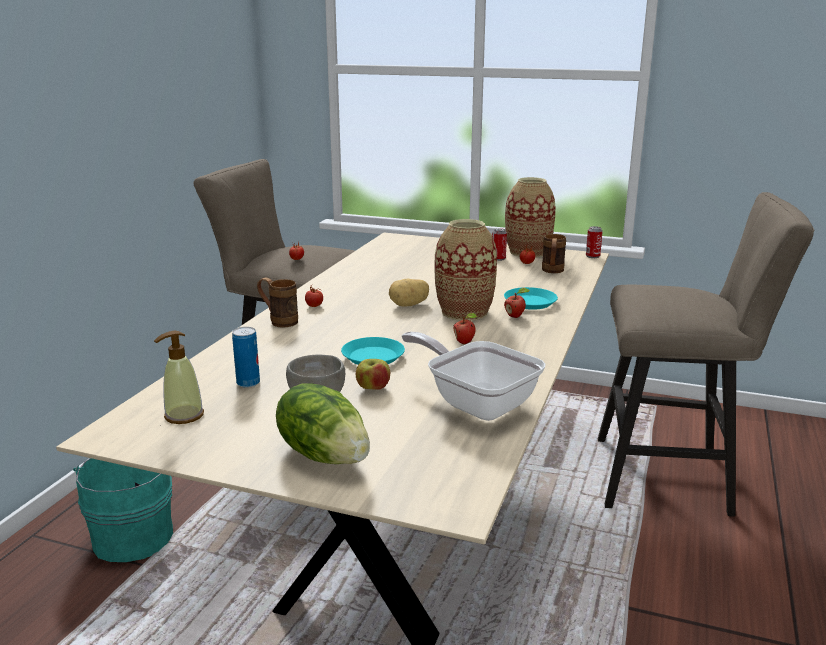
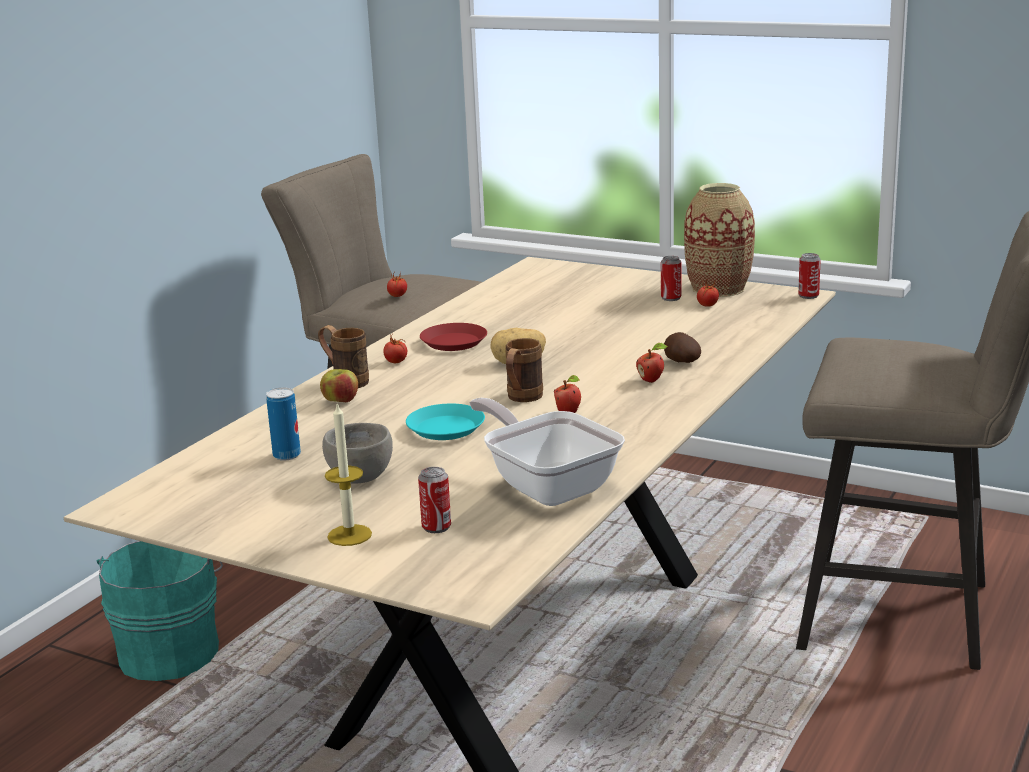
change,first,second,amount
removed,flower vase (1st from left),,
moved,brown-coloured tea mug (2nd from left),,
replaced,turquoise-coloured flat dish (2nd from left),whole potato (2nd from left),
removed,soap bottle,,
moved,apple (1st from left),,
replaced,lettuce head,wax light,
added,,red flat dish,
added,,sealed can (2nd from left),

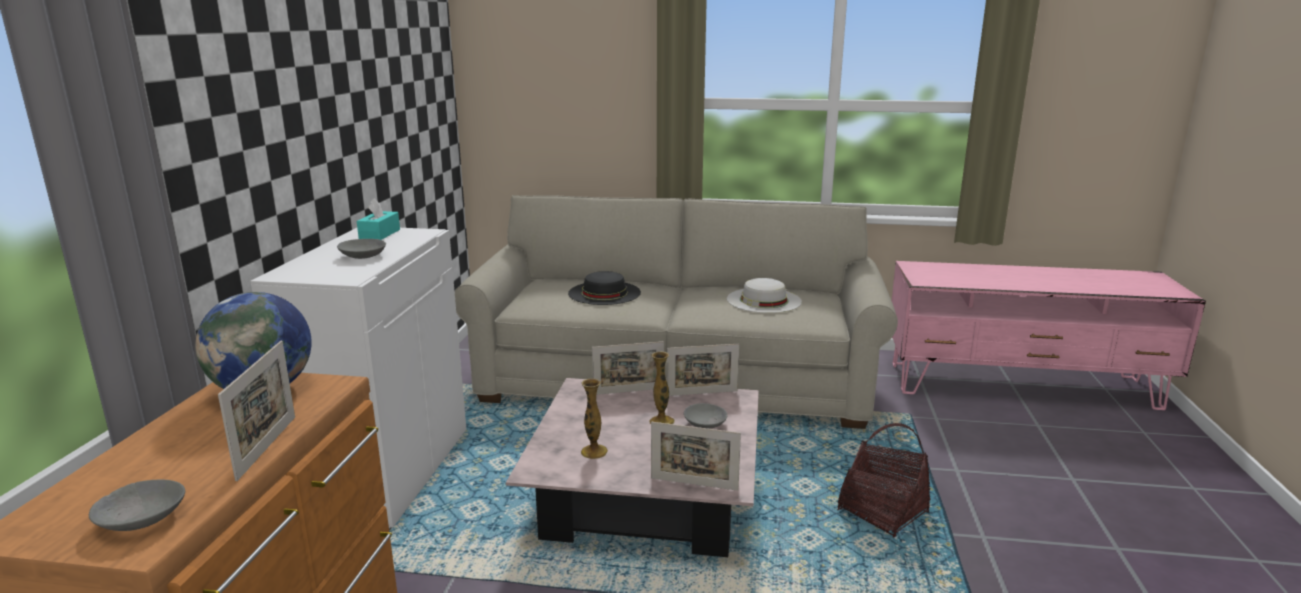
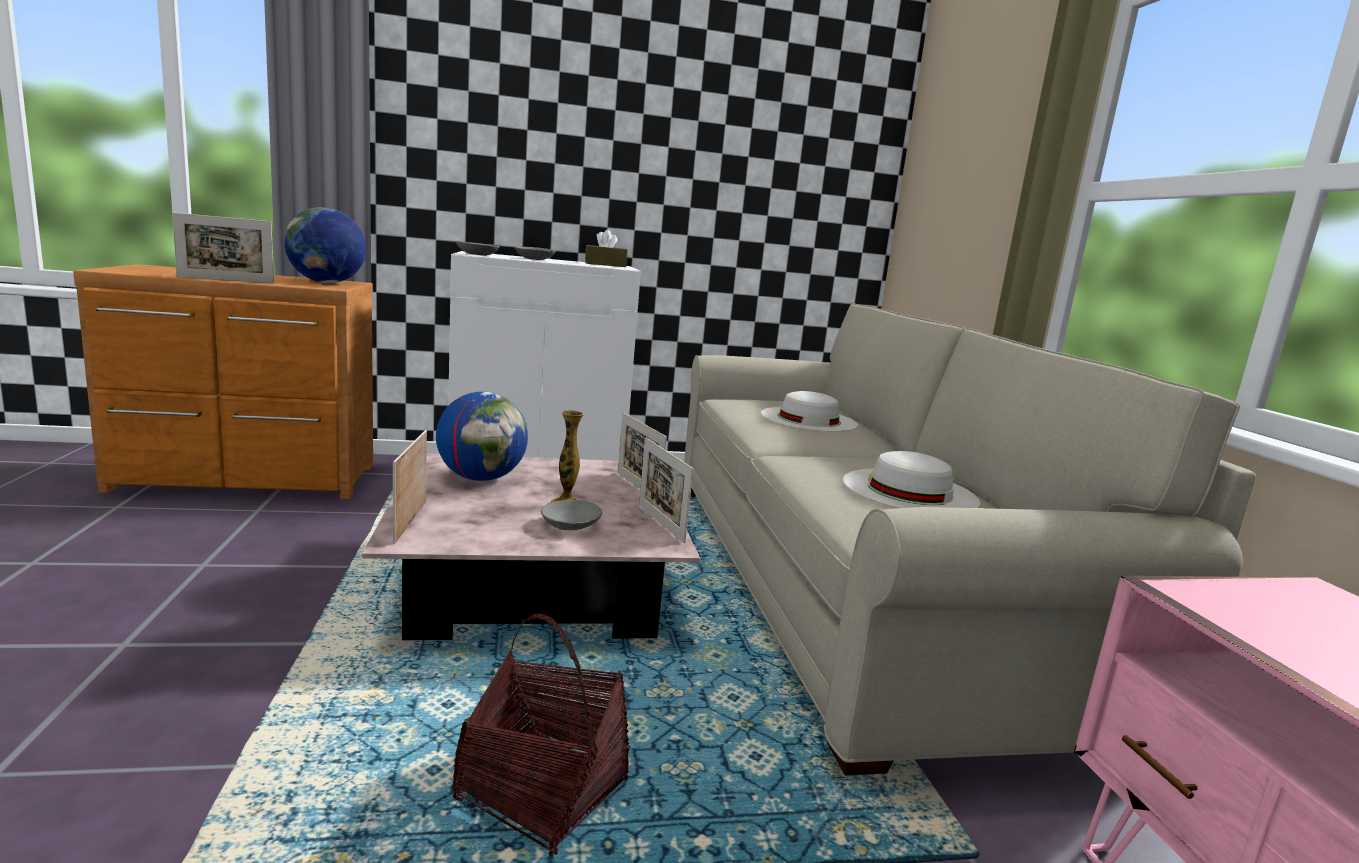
change,first,second,amount
recoloured,turquoise-coloured tissue box,brown-coloured tissue box,
recoloured,black-coloured hat,white-coloured hat (1st from left),
replaced,flower vase (1st from left),desk globe (2nd from left),
moved,greyish bowl (1st from left),,

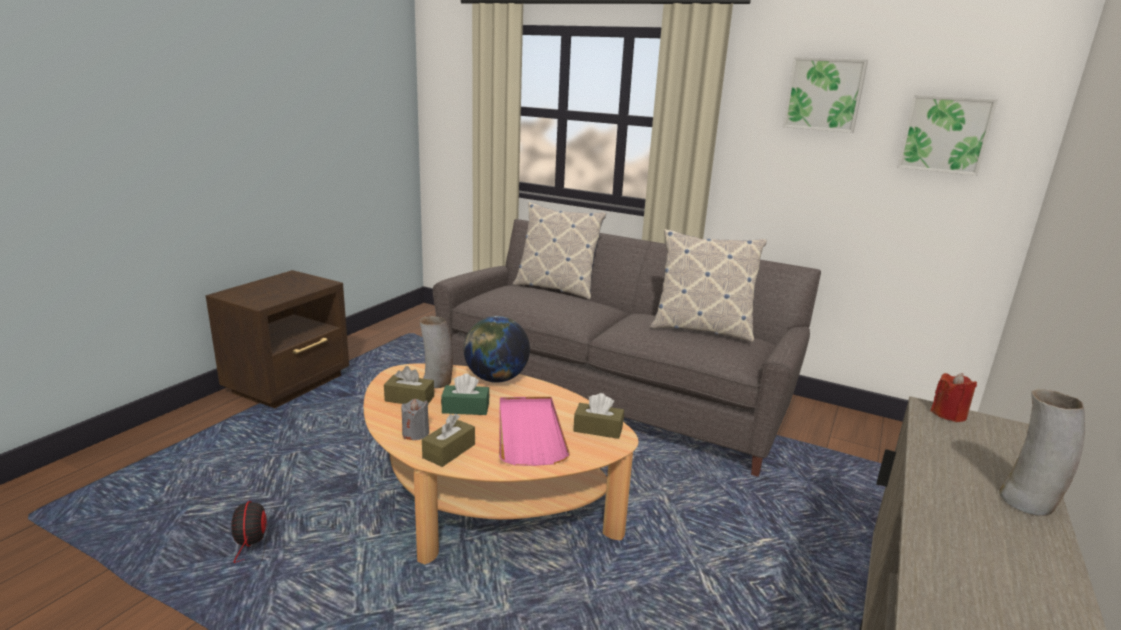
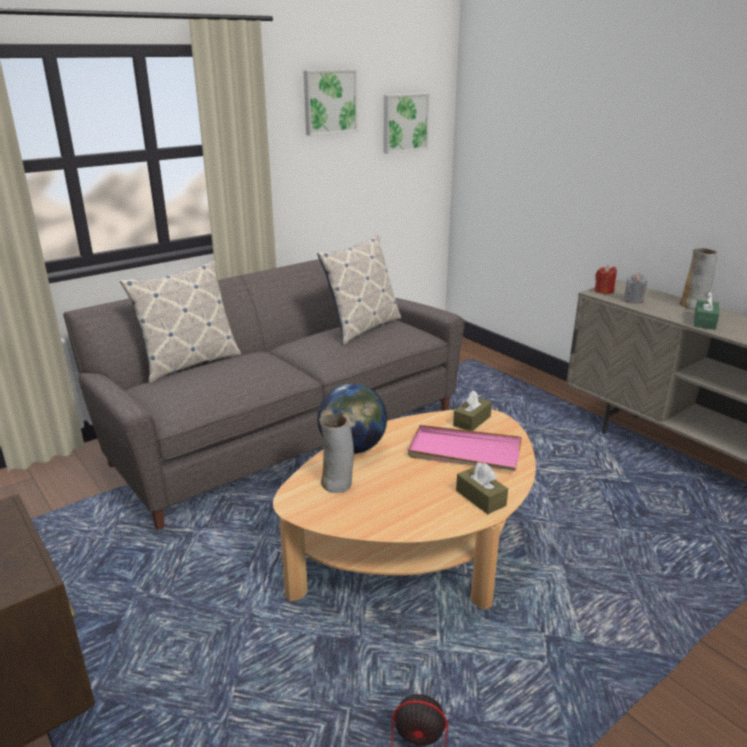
change,first,second,amount
removed,brown-coloured tissue box (1st from left),,
moved,greenish tissue box,,
moved,greyish wax light,,

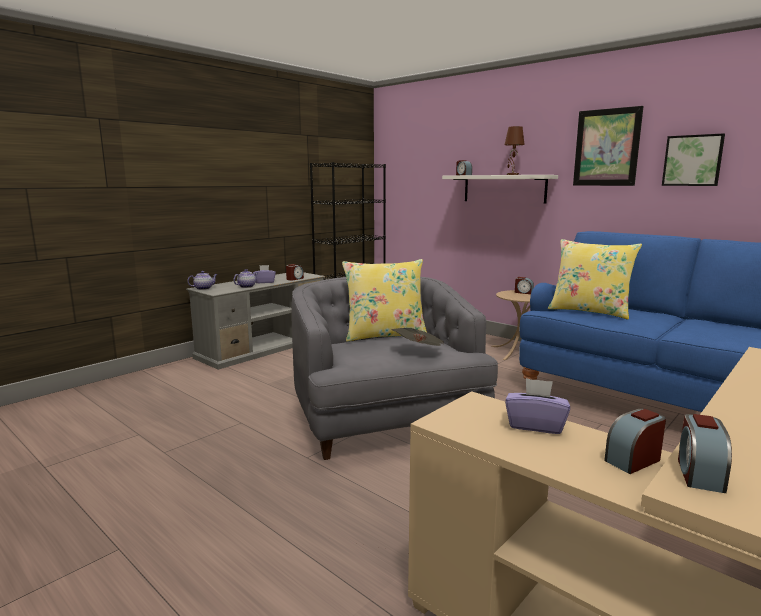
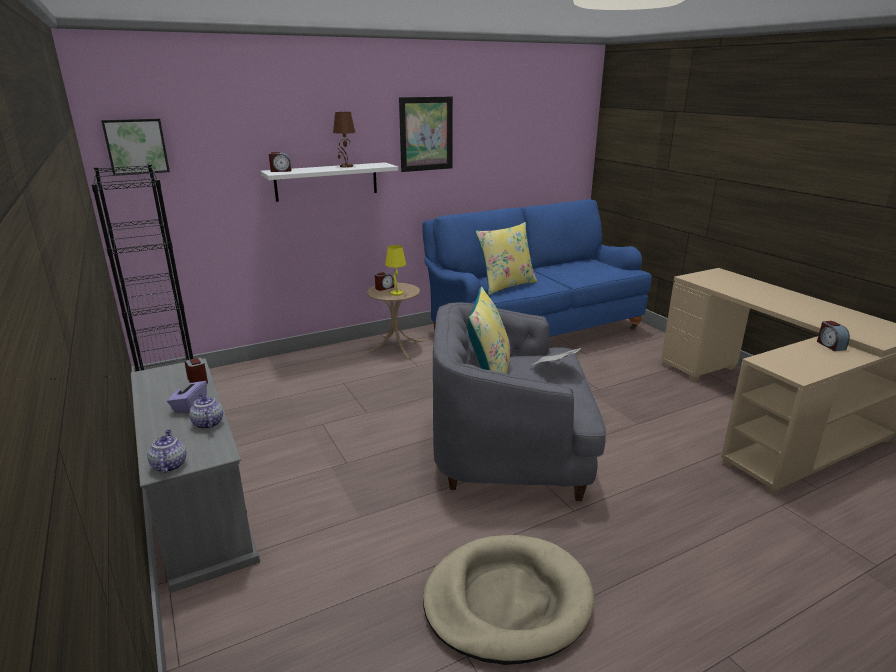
change,first,second,amount
moved,picture (2nd from left in the first image),picture (1st from left),
removed,purple tissue box (2nd from left),,
removed,alarm clock (5th from left),,
added,,yellow lamp for a table,
added,,sand-coloured dog bed,

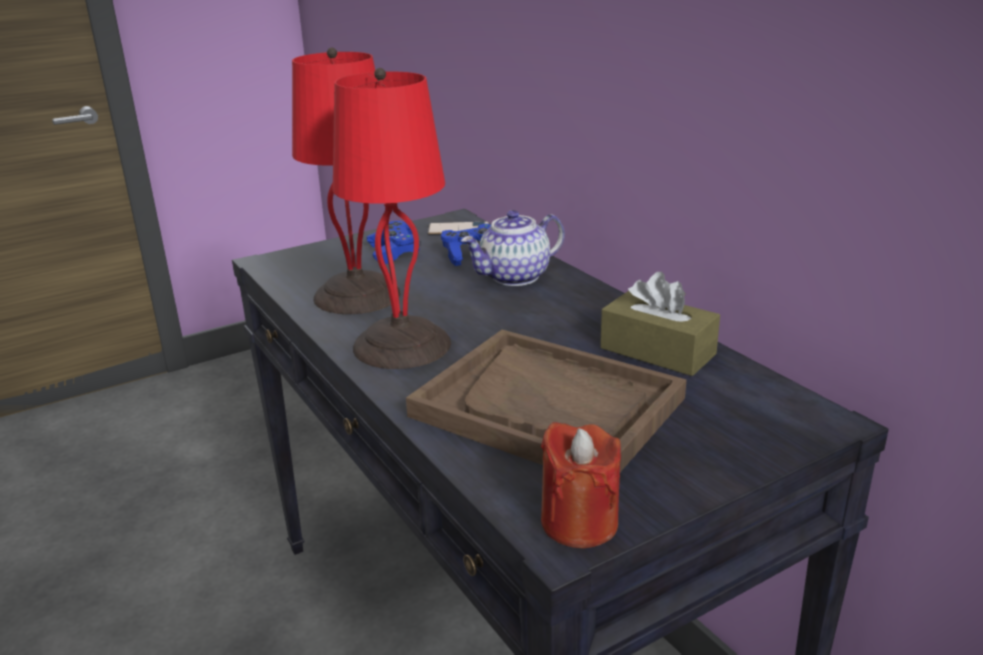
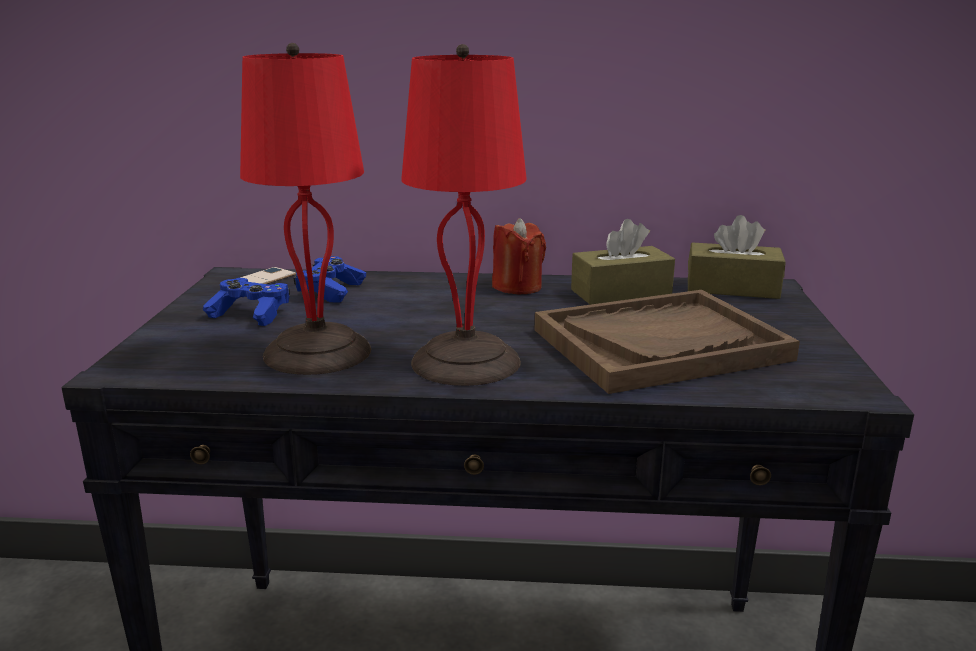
change,first,second,amount
removed,teapot,,
moved,red wax light,,
added,,brown-coloured tissue box (2nd from left),

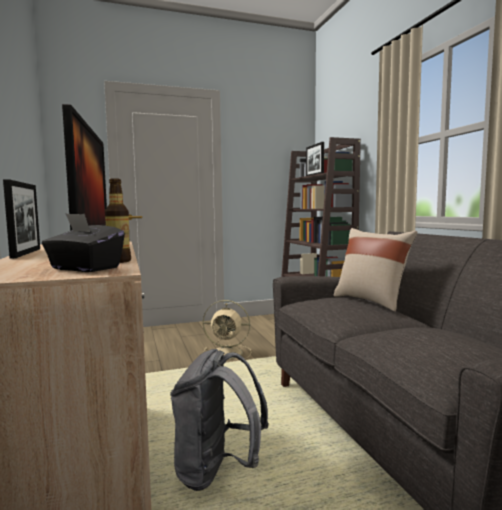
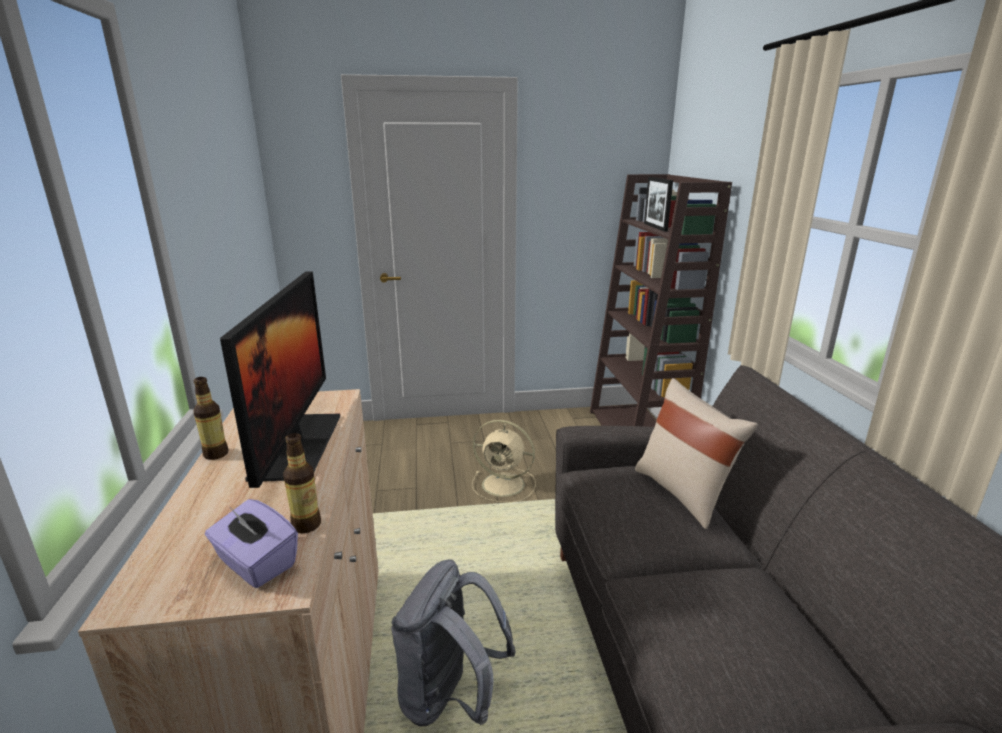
change,first,second,amount
replaced,standing frame (1st from left),bottle (1st from left),
recoloured,black-coloured tissue box,purple tissue box,

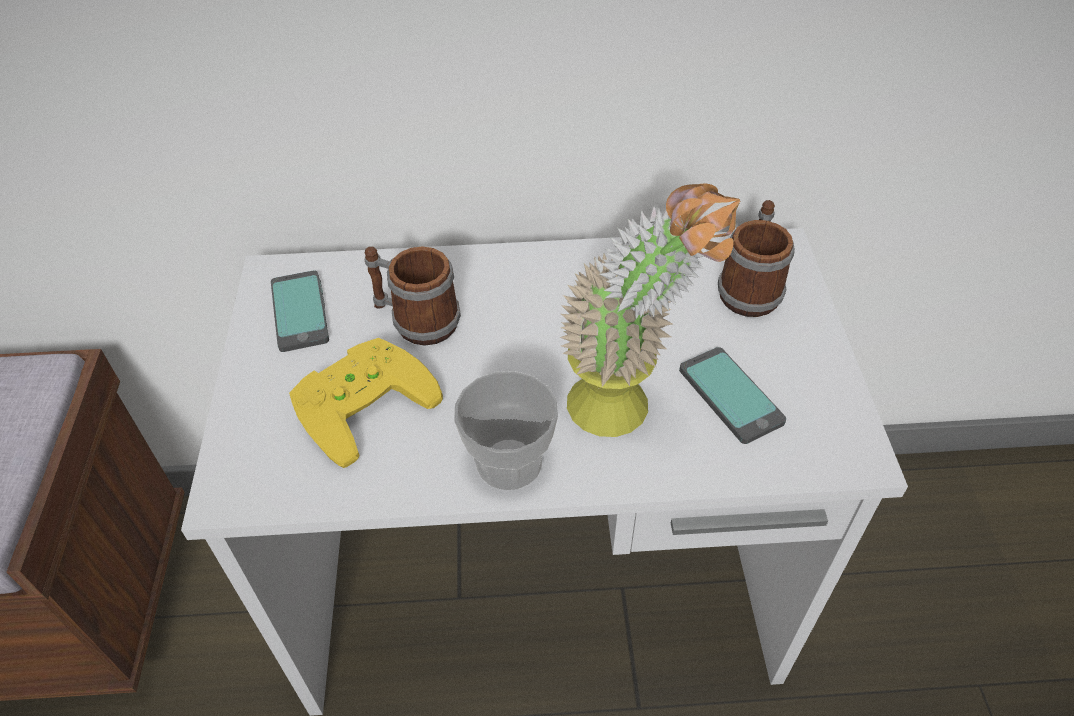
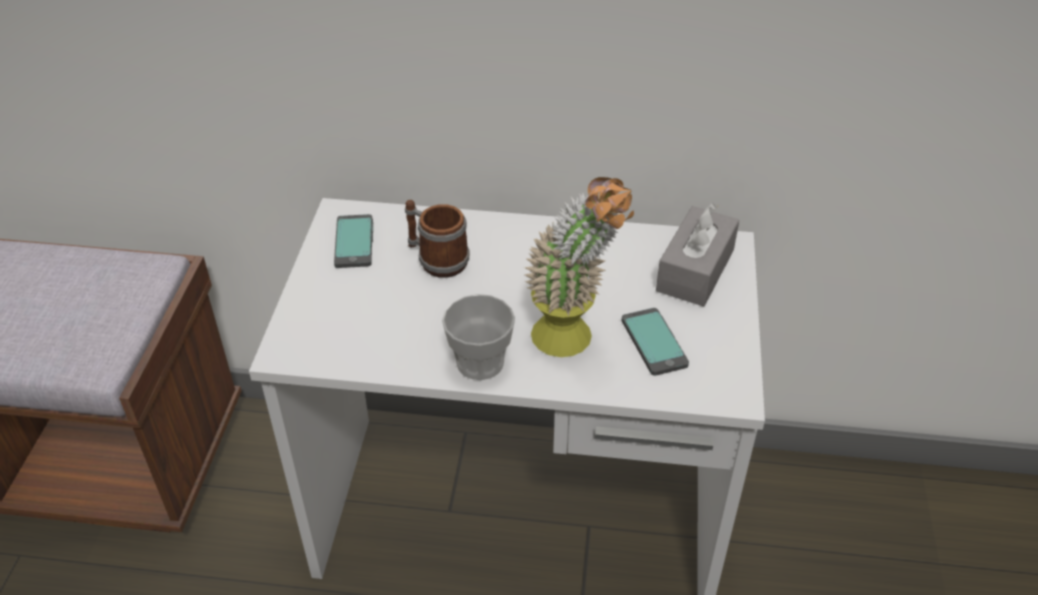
change,first,second,amount
replaced,tea mug (2nd from left),greyish tissue box,
removed,yellow gamepad,,

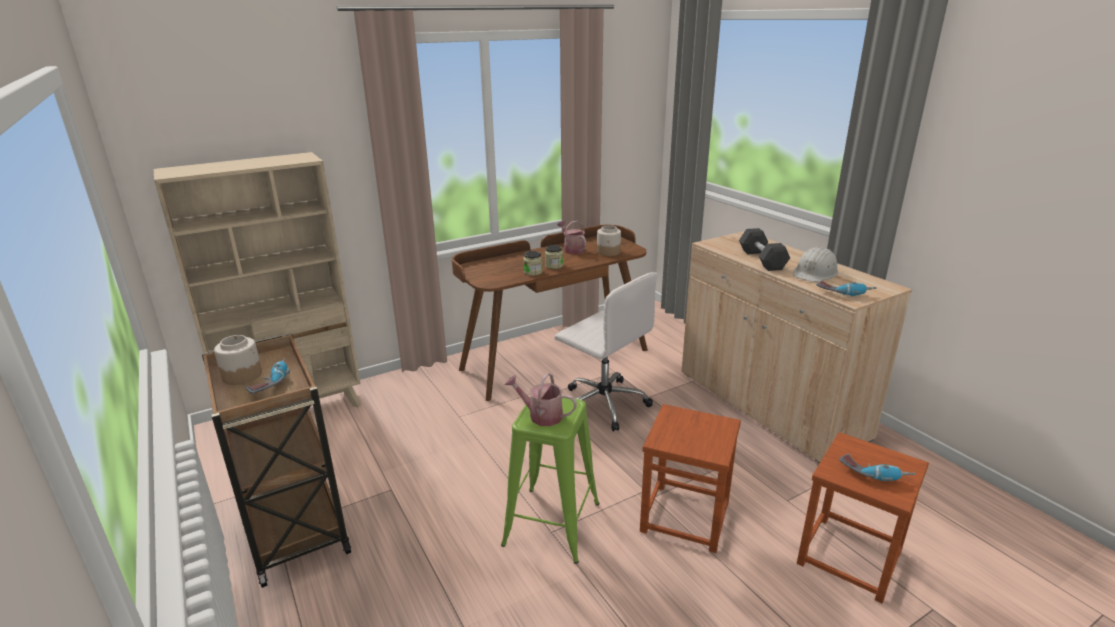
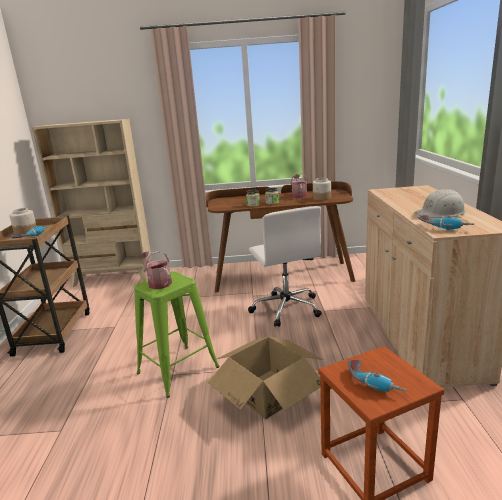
change,first,second,amount
removed,black-coloured dumbbell,,
replaced,brown-coloured stool seat (1st from left),carton,

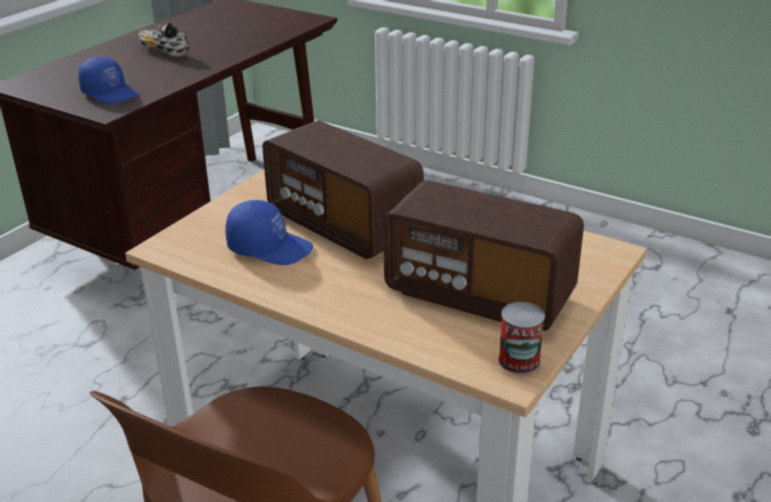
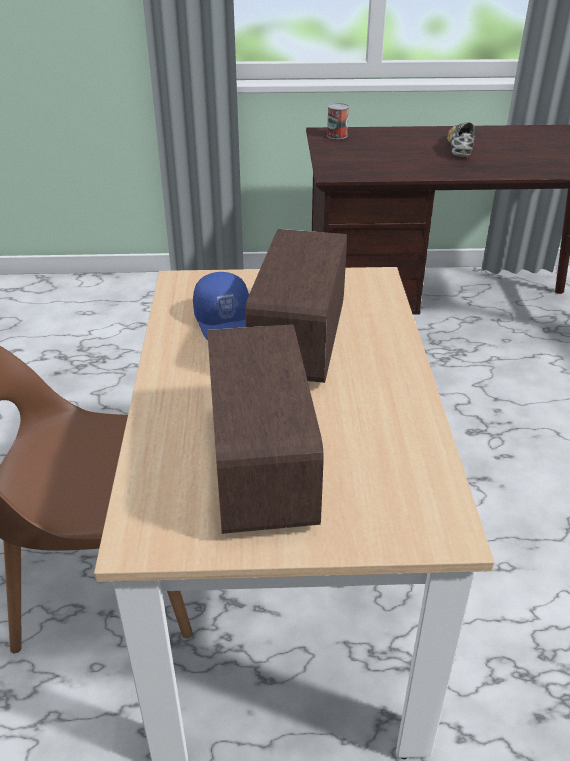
change,first,second,amount
removed,blue-coloured baseball cap (1st from left),,
moved,sealed can,,

